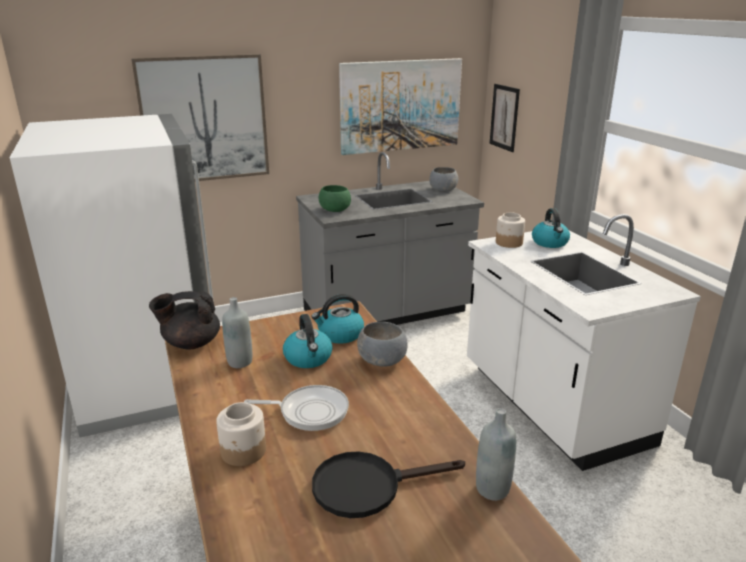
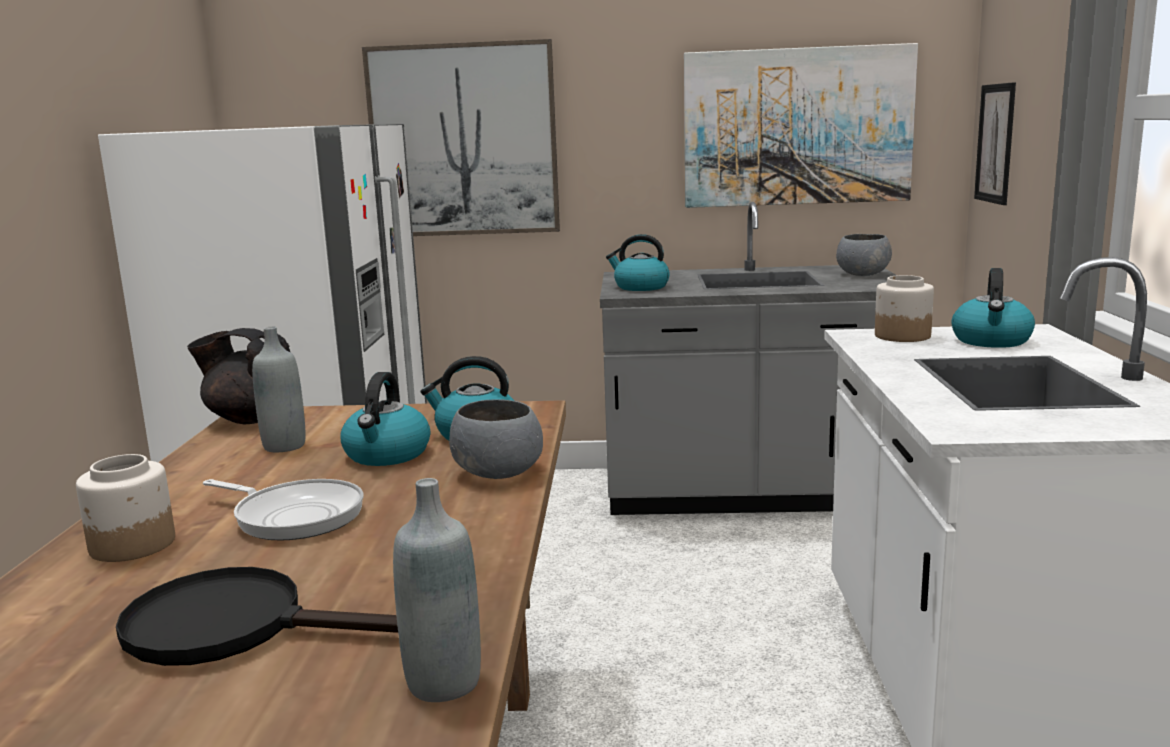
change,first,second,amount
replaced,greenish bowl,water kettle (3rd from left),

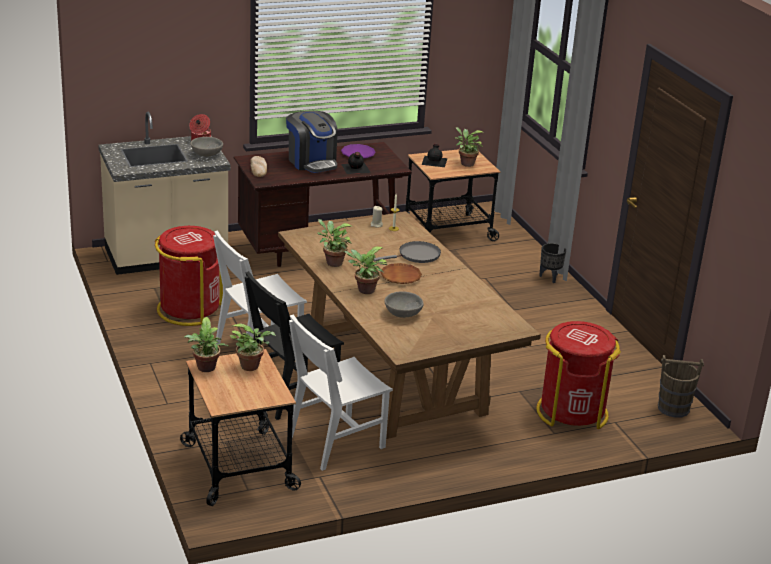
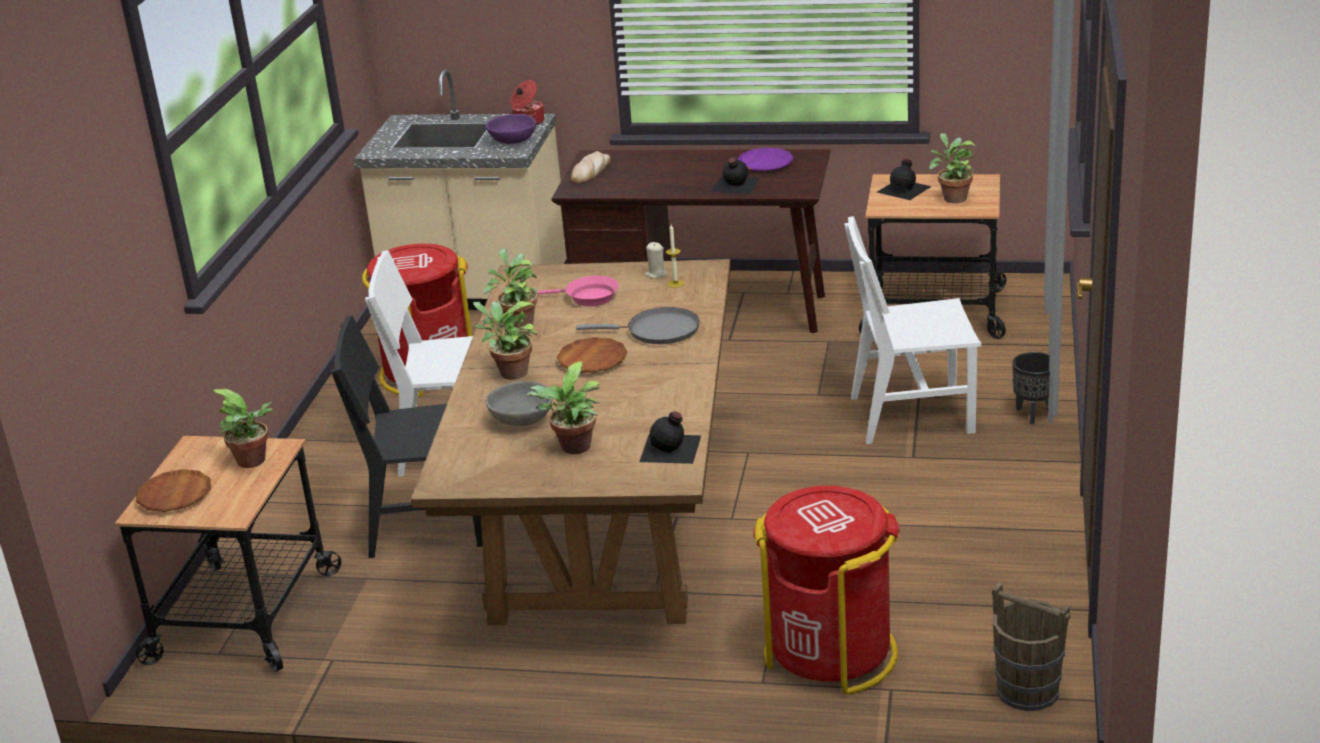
change,first,second,amount
removed,coffee brewer,,
recoloured,greyish bowl (1st from left),purple bowl,
moved,white-coloured plain chair (2nd from left),,
moved,potted plant (1st from left in the first image),potted plant (4th from left),
added,,pinkish skillet,
added,,black-coloured bottle (1st from left),
added,,brown-coloured flat dish (1st from left),

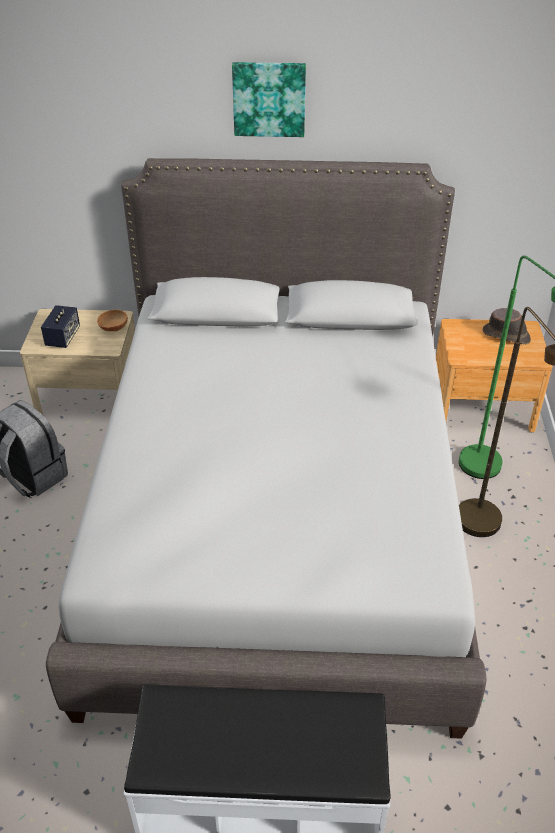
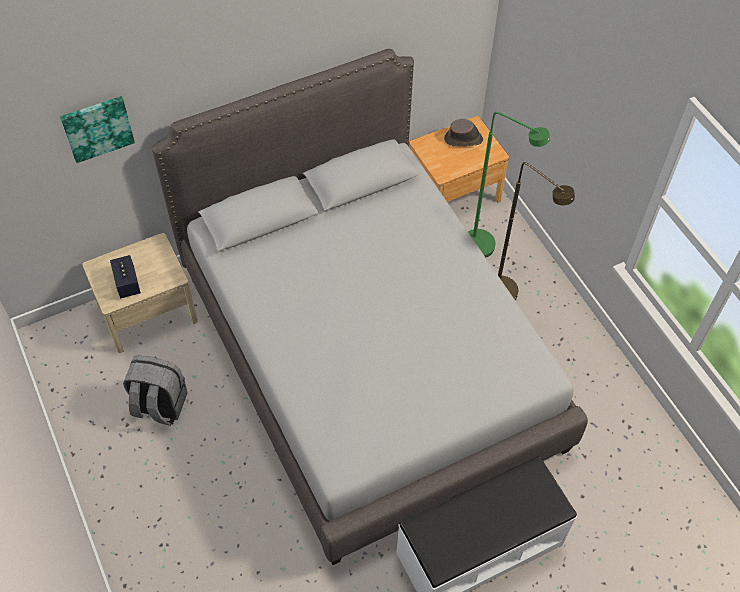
change,first,second,amount
moved,picture,,
removed,brown-coloured bowl,,

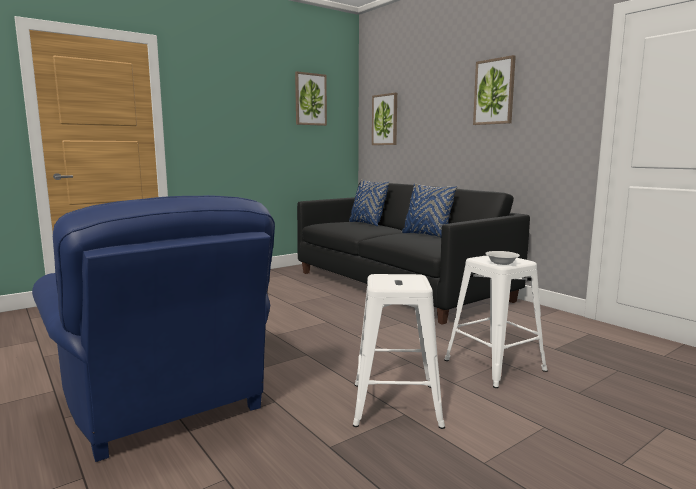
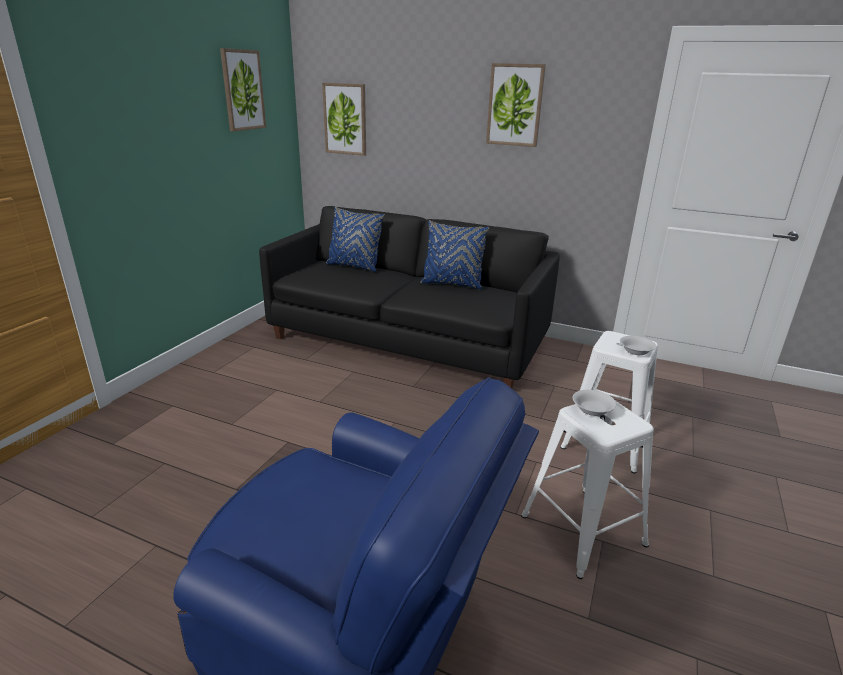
change,first,second,amount
added,,white-coloured bowl (1st from left),

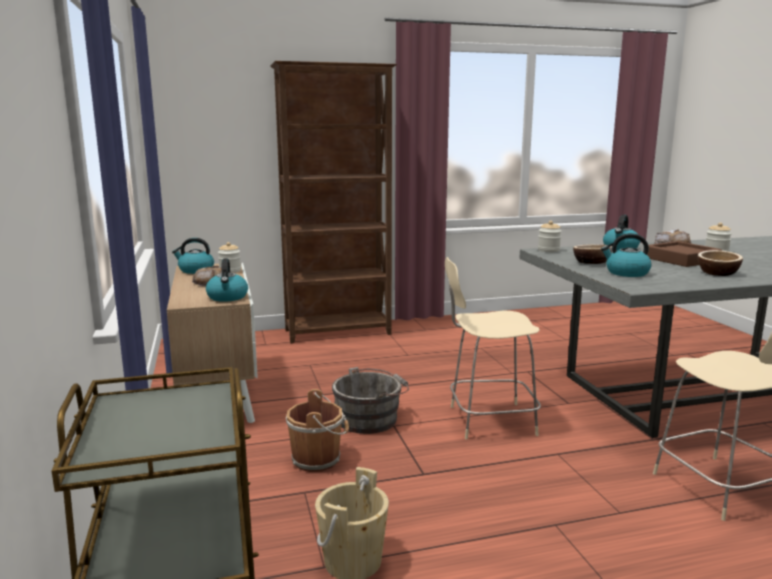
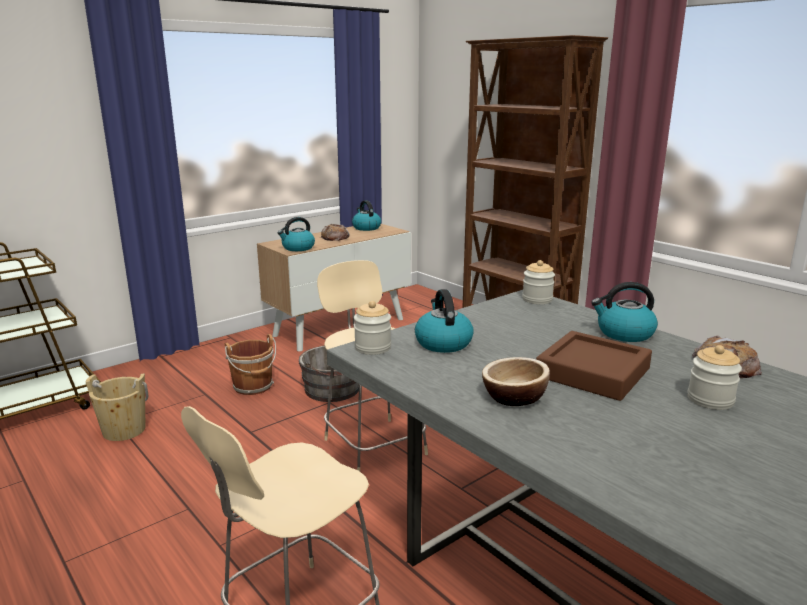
change,first,second,amount
moved,preserve jar (1st from left),,
removed,bowl (1st from left),,

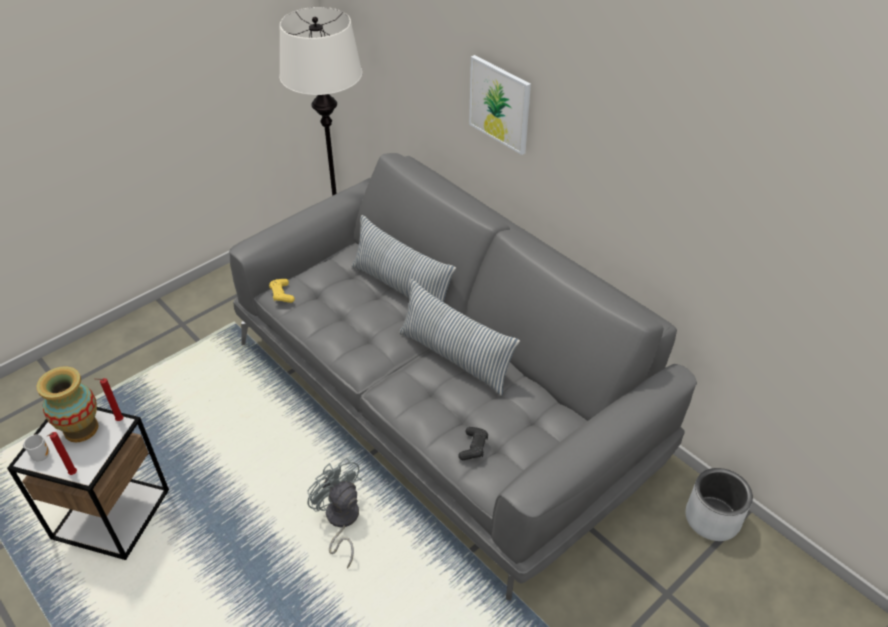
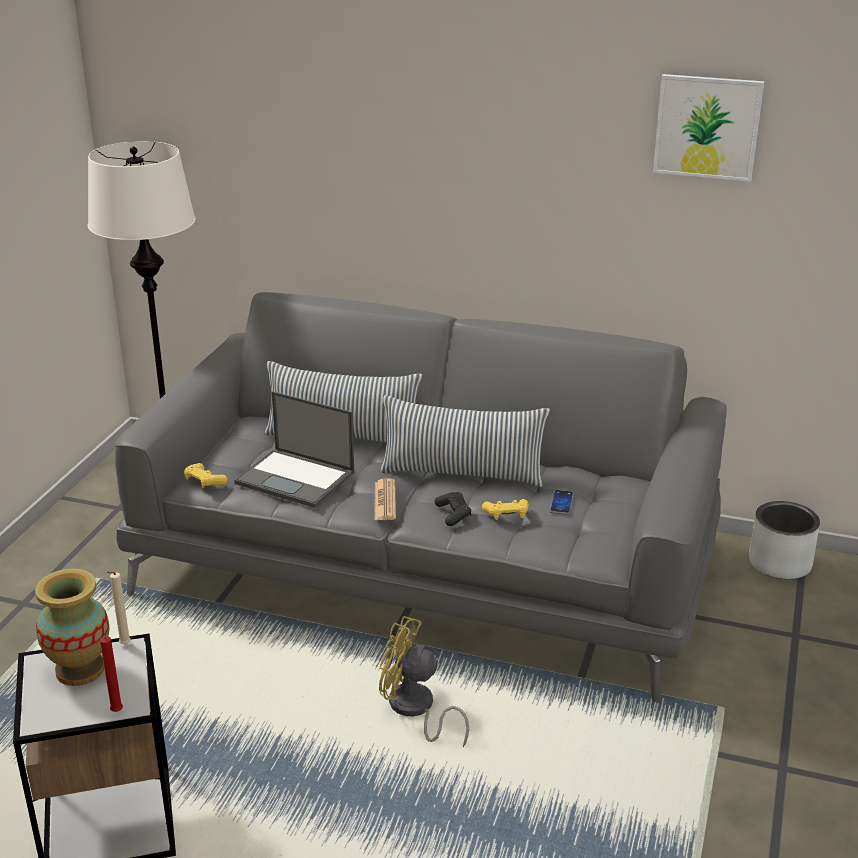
change,first,second,amount
moved,picture,,
recoloured,red wax light (2nd from left),sand-coloured wax light,
moved,black-coloured gamepad,,
removed,tea mug,,
recoloured,greyish electric fan,yellow electric fan,
added,,laptop,
added,,printed paper,
added,,handset,
added,,yellow gamepad (2nd from left),

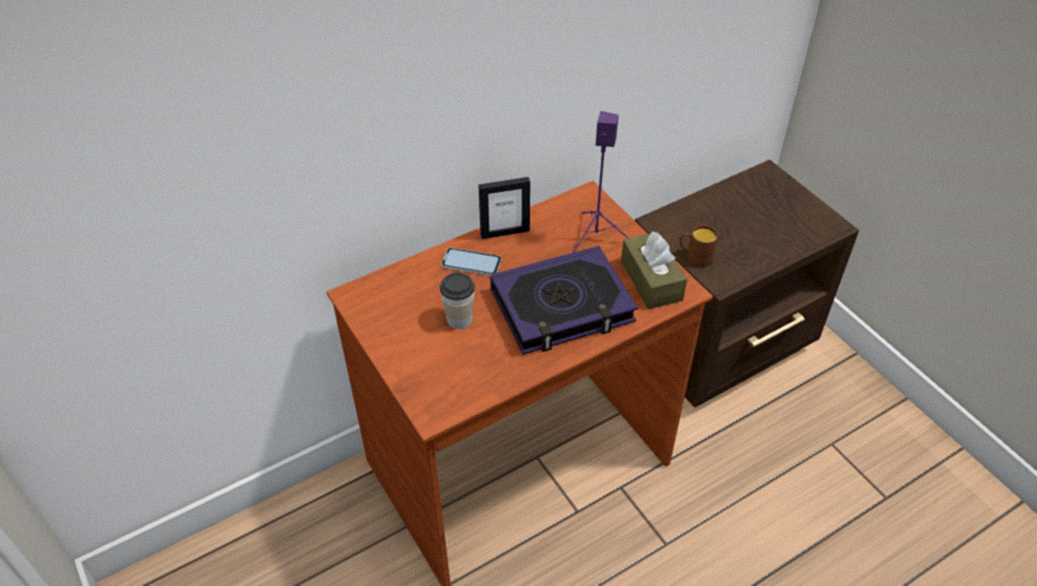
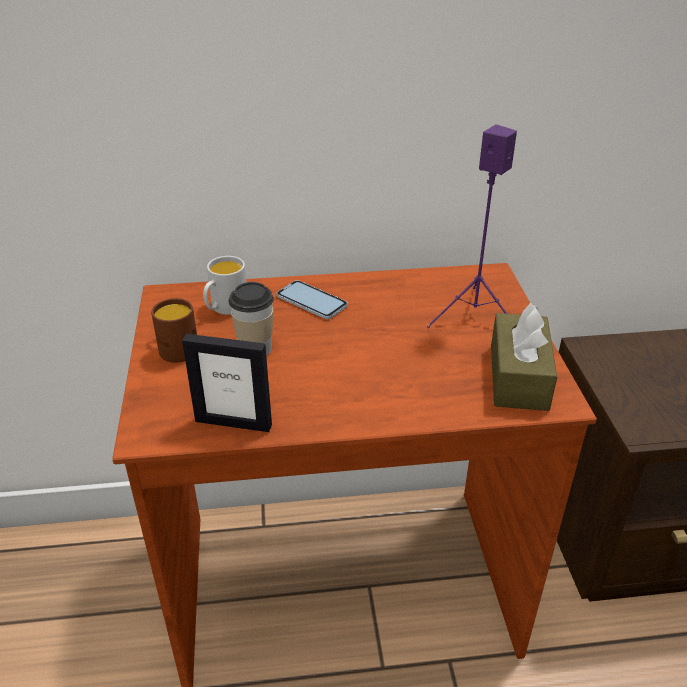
change,first,second,amount
moved,standing frame,,
moved,brown-coloured tea mug,,
removed,book,,
added,,white-coloured tea mug,

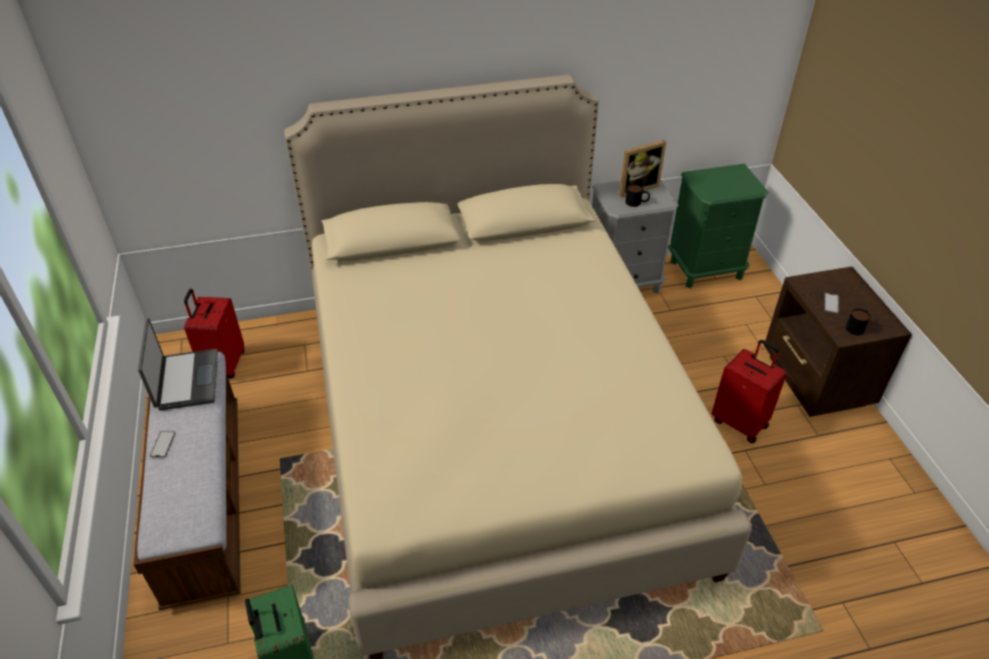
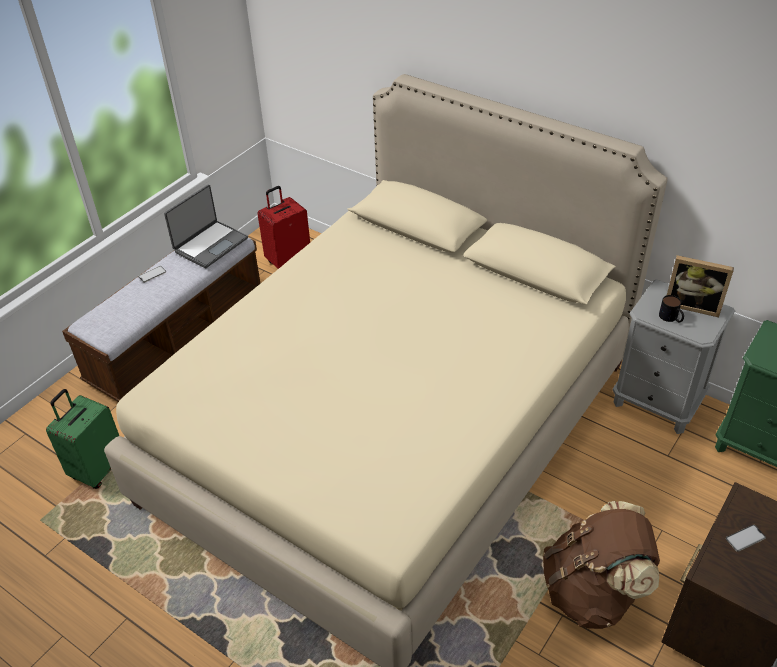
change,first,second,amount
removed,tea mug (2nd from left),,
replaced,red travel case (2nd from left),brown-coloured backpack,

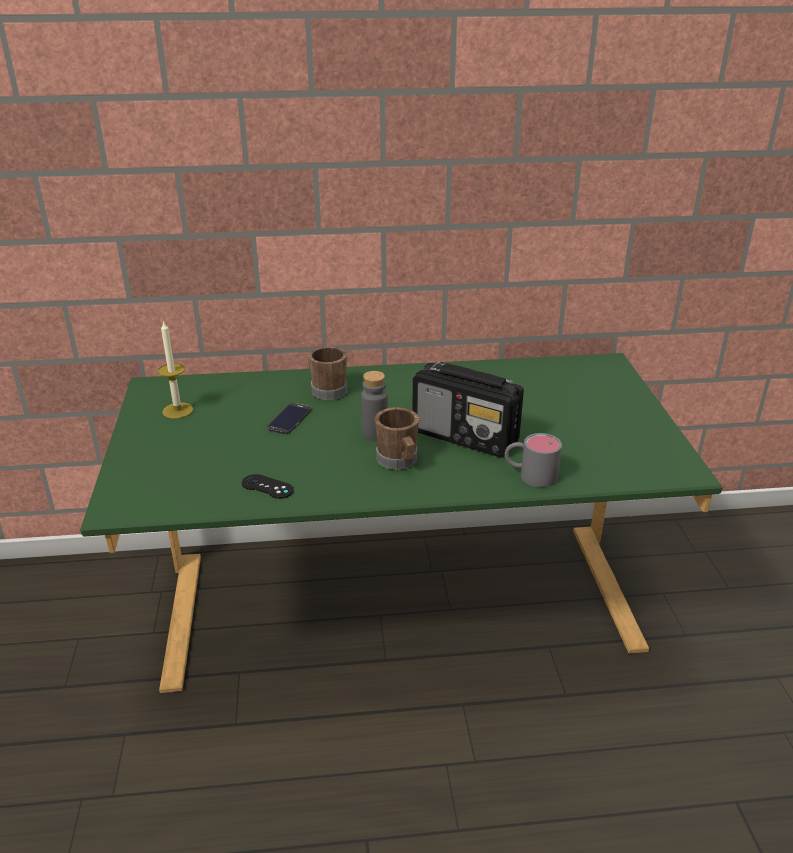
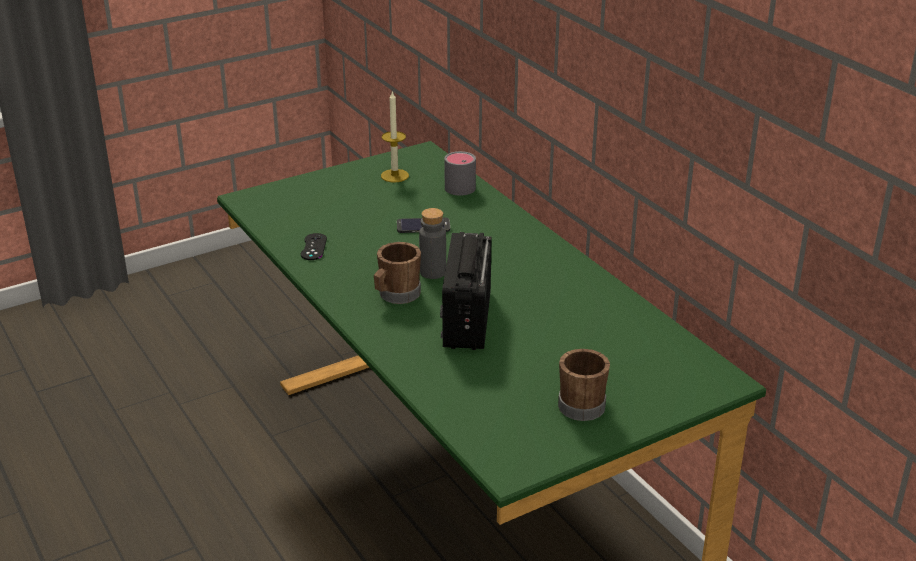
change,first,second,amount
moved,brown-coloured tea mug (1st from left in the first image),brown-coloured tea mug (2nd from left),
moved,greyish tea mug,,

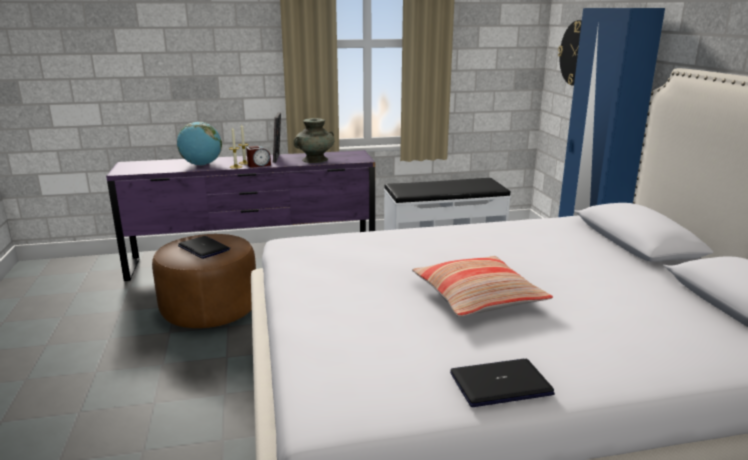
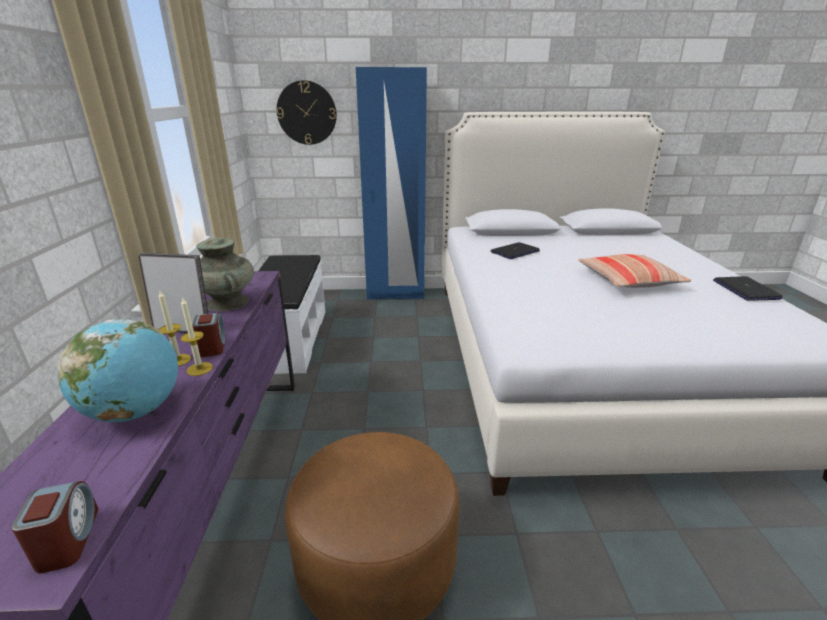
change,first,second,amount
moved,laptop (1st from left),,
added,,alarm clock (1st from left),

